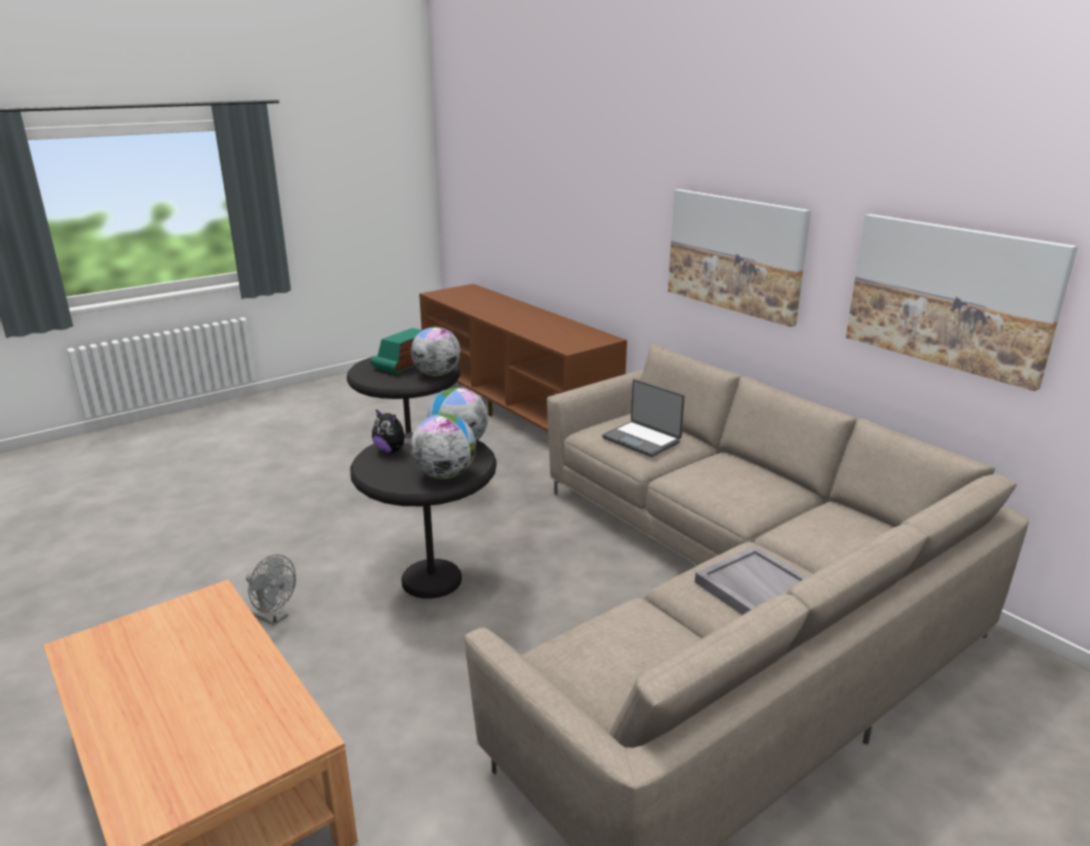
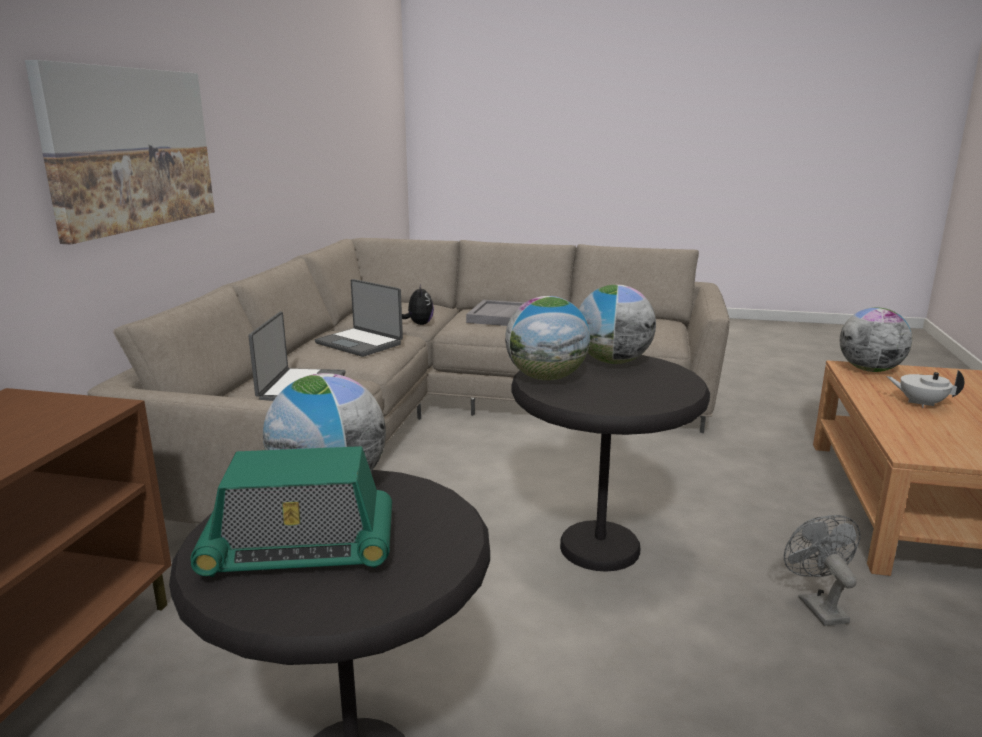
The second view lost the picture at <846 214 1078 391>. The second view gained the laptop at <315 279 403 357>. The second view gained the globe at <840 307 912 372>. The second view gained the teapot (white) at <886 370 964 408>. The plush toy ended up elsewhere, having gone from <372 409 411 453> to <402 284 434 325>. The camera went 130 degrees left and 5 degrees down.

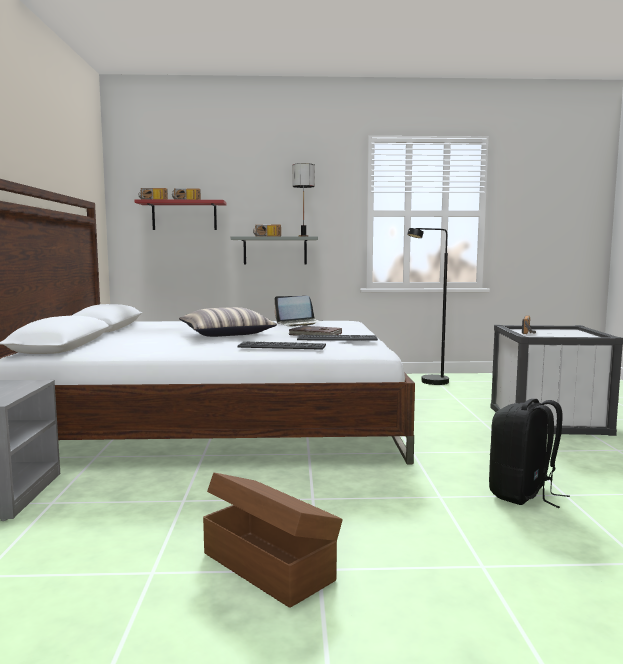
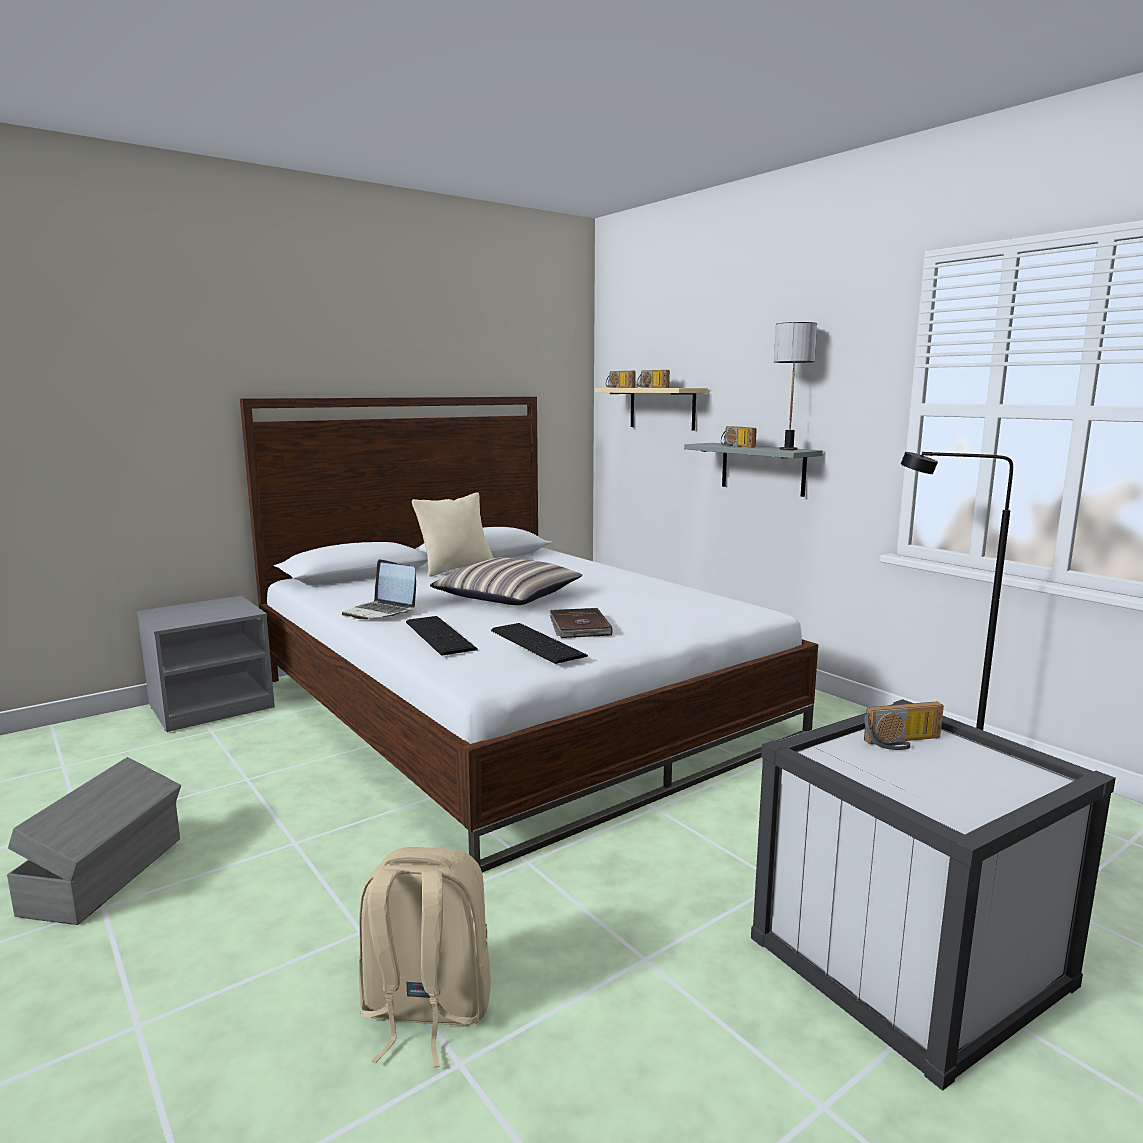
The second view gained the pillow (beige) at <412 492 493 577>. The laptop ended up elsewhere, having gone from <274 296 320 327> to <342 559 416 620>. What was the shelf (red) at <134 199 227 230> turned into the shelf (beige) at <595 388 708 431>. What was the storage box (brown) at <203 473 343 608> turned into the storage box (grey) at <7 757 181 925>. What was the backpack (black) at <489 399 570 508> turned into the backpack (beige) at <358 847 491 1068>. The camera went 55 degrees right and 5 degrees up.

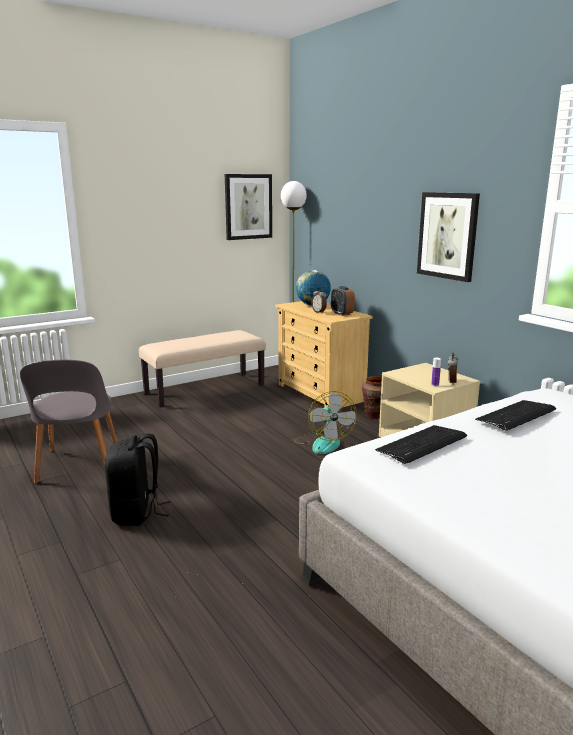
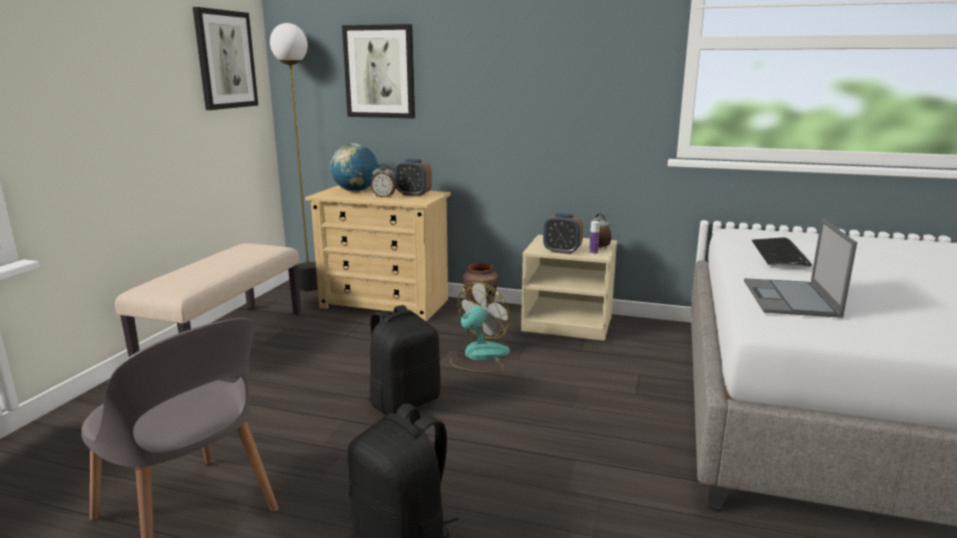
The second view gained the backpack (black) at <369 305 441 415>. The second view gained the alarm clock at <543 213 583 254>. The picture ended up elsewhere, having gone from <417 192 480 282> to <342 24 415 118>. Where the keyboard stood at <375 425 467 464>, the laptop came to stand at <744 218 857 318>. The fan at <294 391 357 454> ended up facing another way, 90 degrees counterclockwise from before. The camera went 40 degrees left and 0 degrees up.

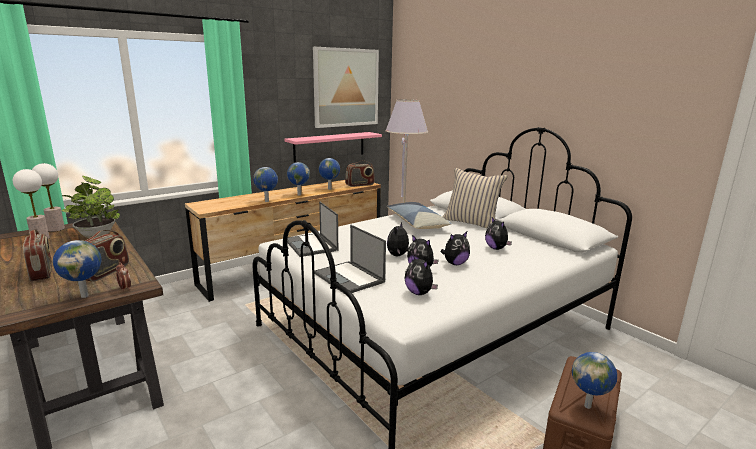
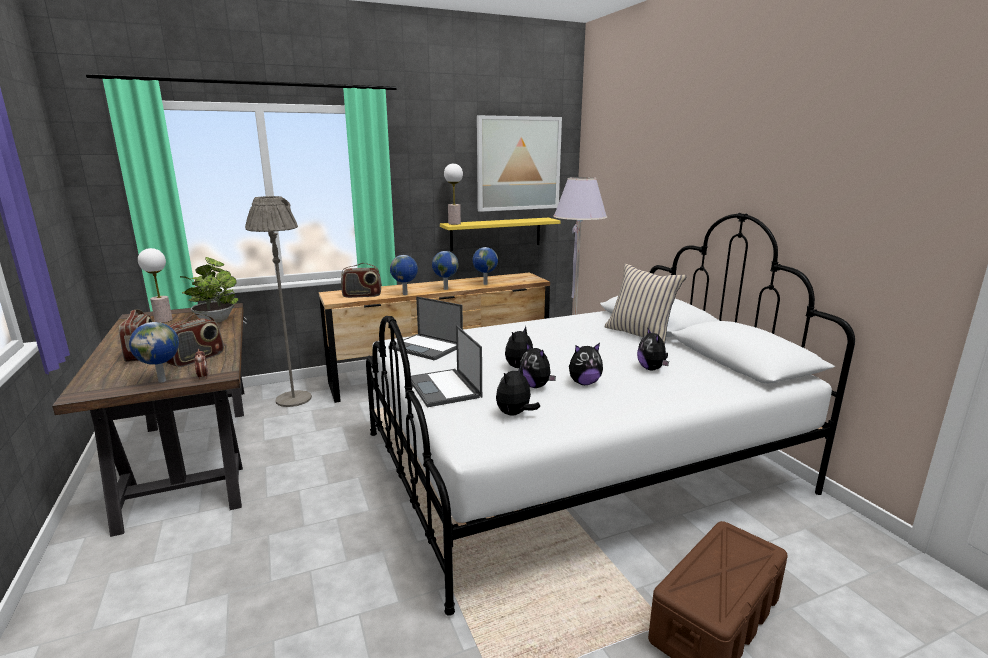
The second view lost the pillow at <387 202 452 229>. The second view lost the globe at <572 352 617 409>. The second view gained the floor lamp (grey) at <245 196 312 407>. The table lamp ended up elsewhere, having gone from <32 163 65 232> to <444 163 463 225>. The radio ended up elsewhere, having gone from <345 160 375 187> to <341 263 382 298>. What was the shelf (pink) at <285 132 382 162> turned into the shelf (yellow) at <440 218 560 251>. The laptop at <287 201 338 257> ended up facing another way, 45 degrees counterclockwise from before. The plush toy at <405 255 438 295> ended up facing another way, 60 degrees clockwise from before. The camera went 15 degrees right and 0 degrees up.

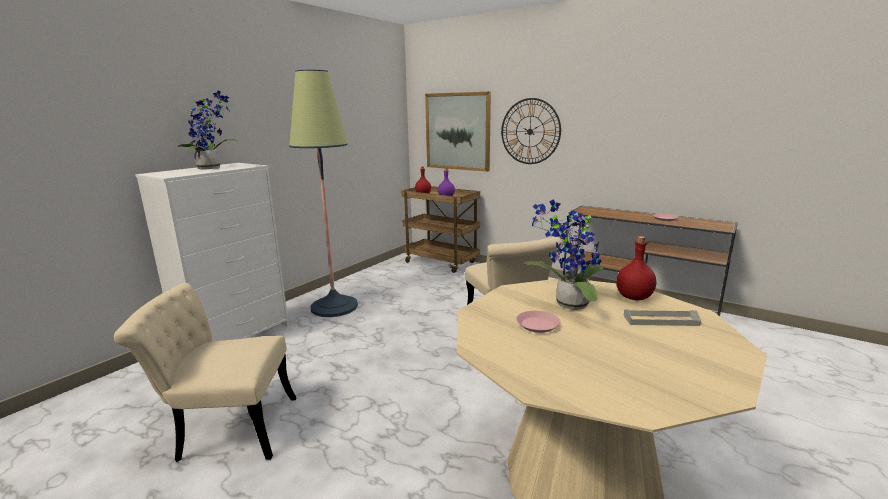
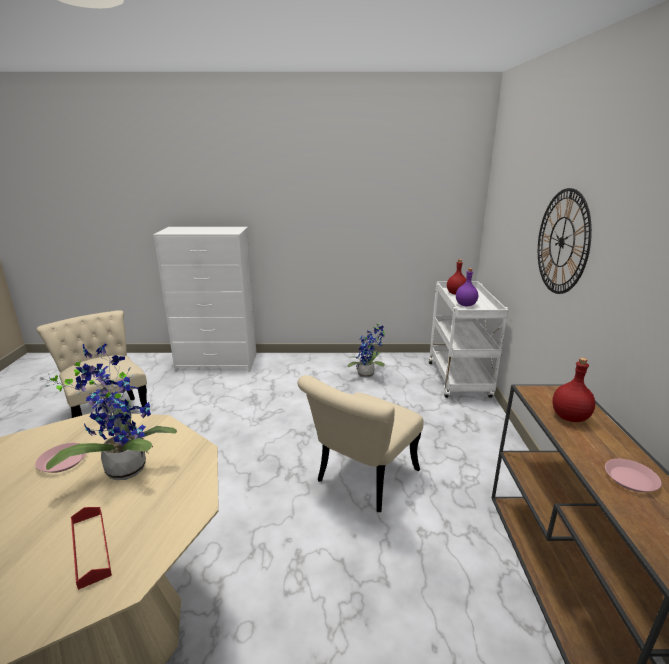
The second view lost the floor lamp at <289 70 358 317>. The second view lost the picture at <425 92 491 172>. The potted plant ended up elsewhere, having gone from <177 91 239 170> to <347 323 385 378>. The bottle (red) ended up elsewhere, having gone from <616 236 656 301> to <552 357 595 422>. What was the cart (brown) at <401 186 480 273> turned into the cart (white) at <429 282 508 398>. What was the tray (grey) at <624 309 701 326> turned into the tray (red) at <71 507 112 590>. The camera went 55 degrees right and 5 degrees up.

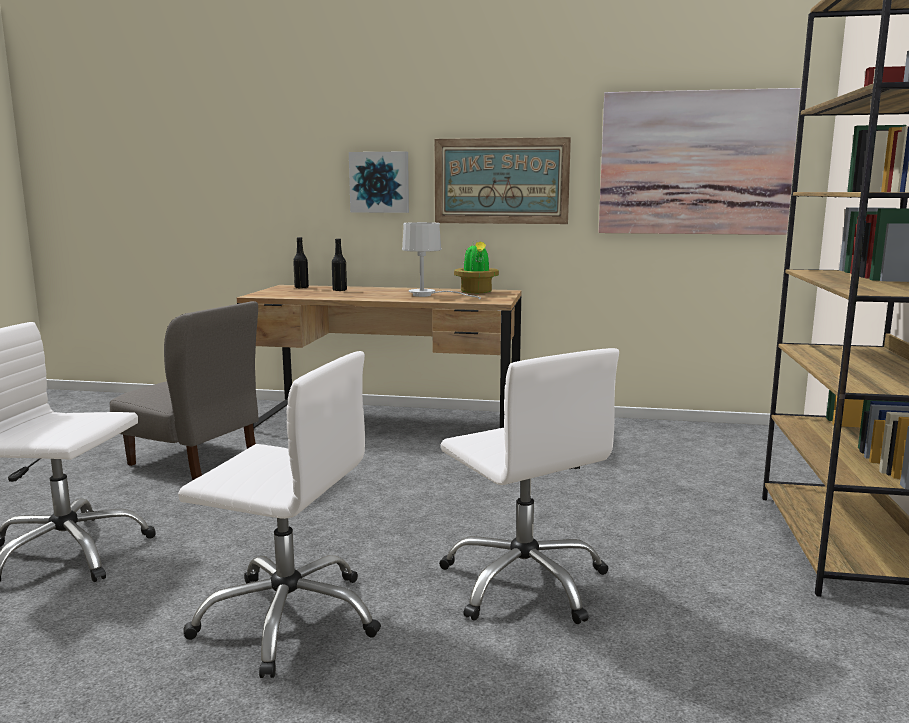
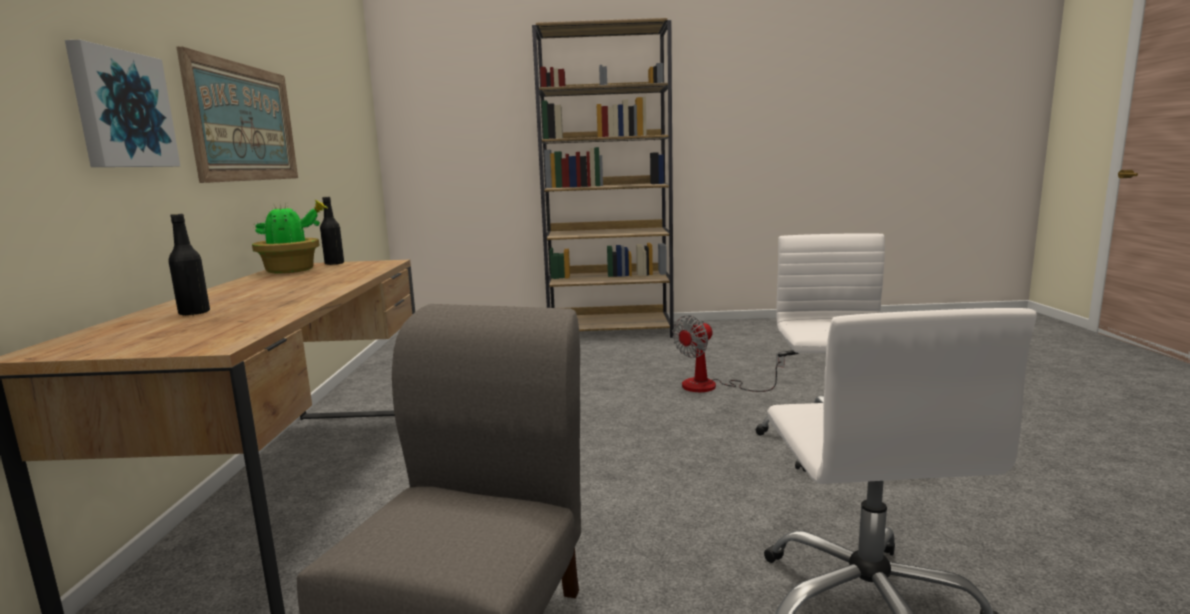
The second view lost the table lamp (white) at <402 222 481 299>. The second view lost the picture at <599 88 801 235>. The bottle (black) ended up elsewhere, having gone from <293 237 309 289> to <320 197 344 265>. Where the office chair (white) stood at <439 348 619 624>, the fan came to stand at <672 315 785 392>. The camera went 100 degrees left and 0 degrees up.

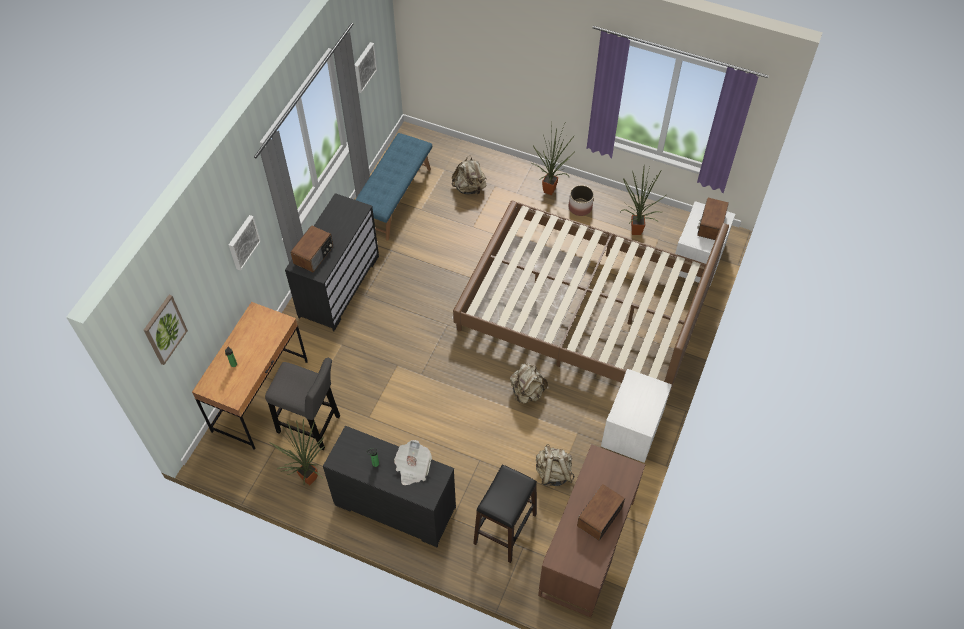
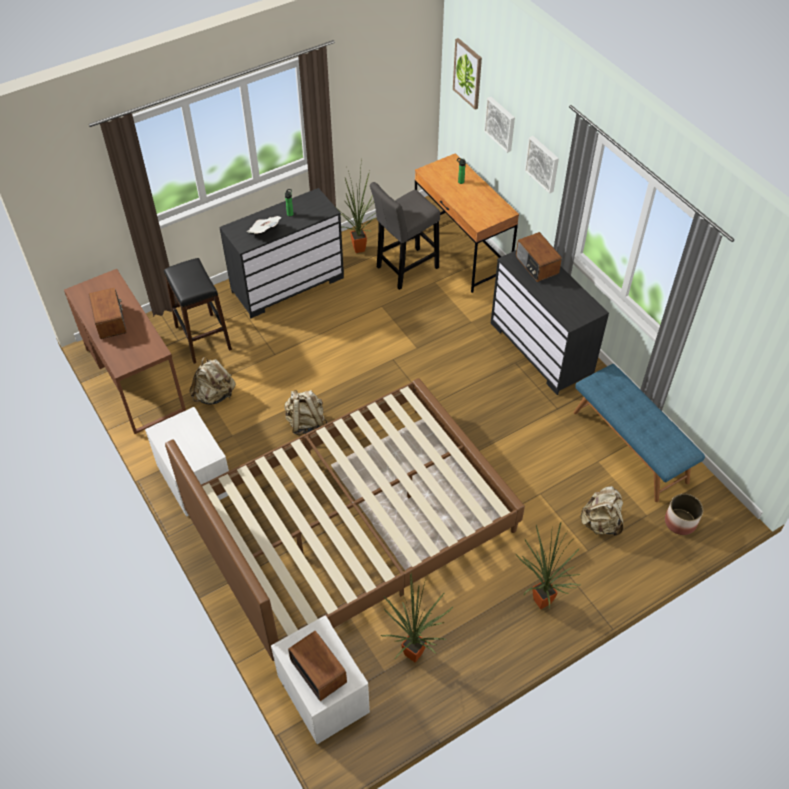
The picture ended up elsewhere, having gone from <355 42 377 93> to <484 97 515 153>. The planter ended up elsewhere, having gone from <569 185 594 216> to <665 494 703 535>. The camera went 125 degrees right and 5 degrees down.

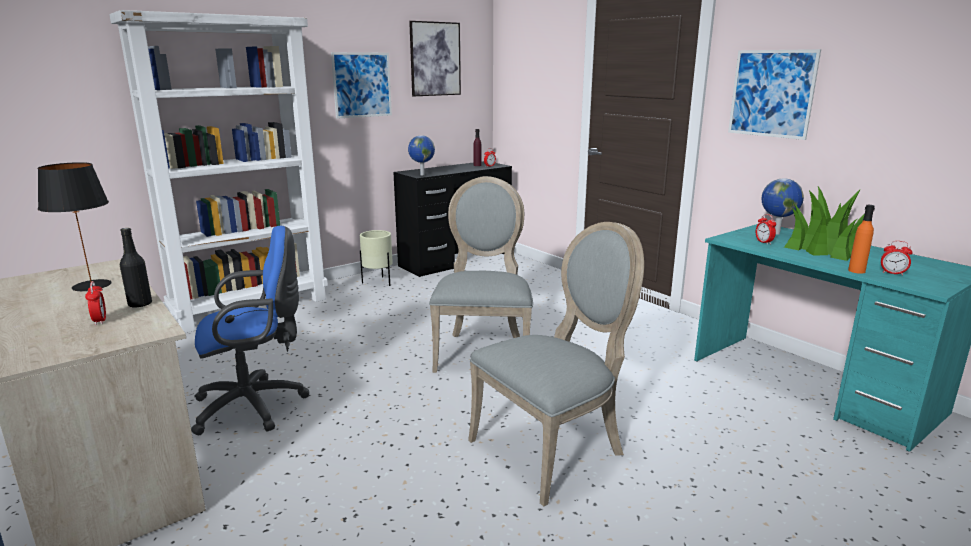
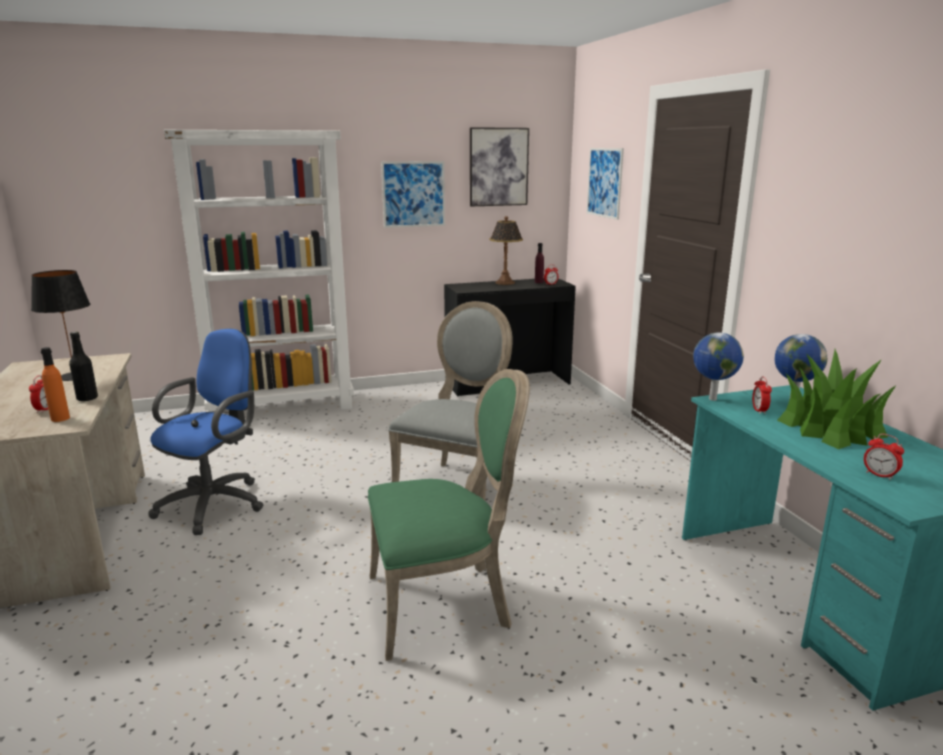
The second view lost the planter (beige) at <360 230 393 286>. The second view gained the table lamp at <489 216 523 285>. The globe ended up elsewhere, having gone from <408 135 435 175> to <693 332 744 401>. The picture ended up elsewhere, having gone from <728 49 821 140> to <586 148 624 220>. The bottle (orange) ended up elsewhere, having gone from <848 205 875 274> to <41 347 70 422>. What was the chair (grey) at <468 222 644 507> turned into the chair (green) at <368 369 530 661>. The office chair (blue) at <191 226 310 435> ended up facing another way, 60 degrees counterclockwise from before. The camera went 20 degrees right and 0 degrees up.

